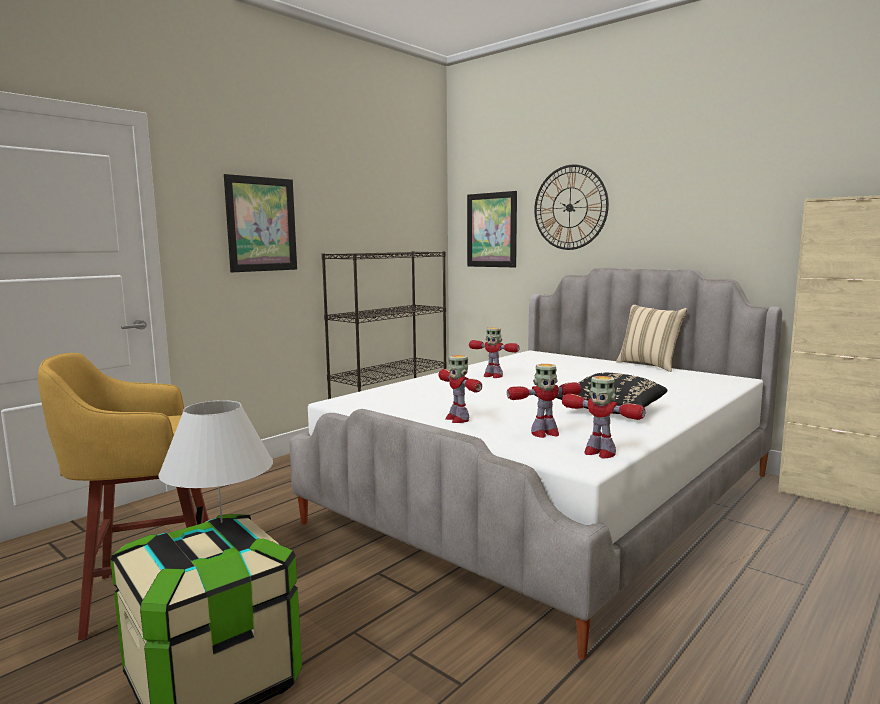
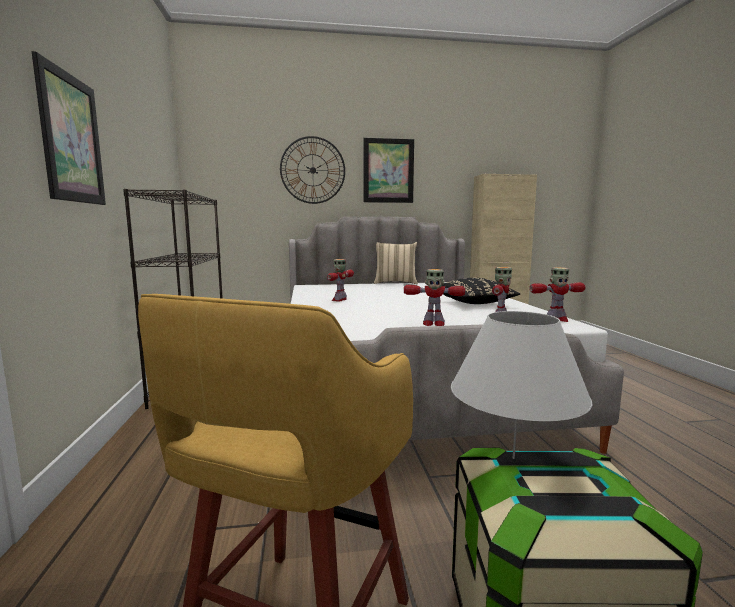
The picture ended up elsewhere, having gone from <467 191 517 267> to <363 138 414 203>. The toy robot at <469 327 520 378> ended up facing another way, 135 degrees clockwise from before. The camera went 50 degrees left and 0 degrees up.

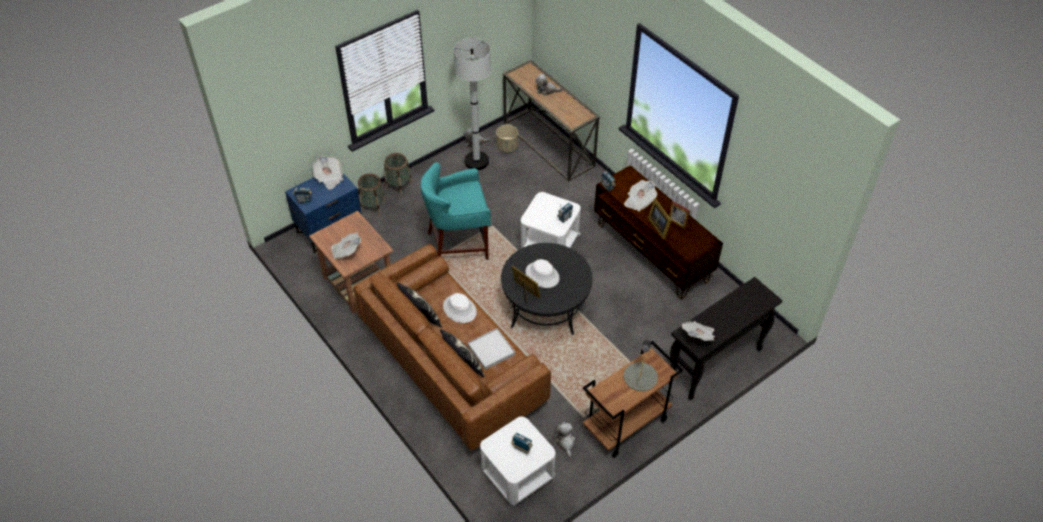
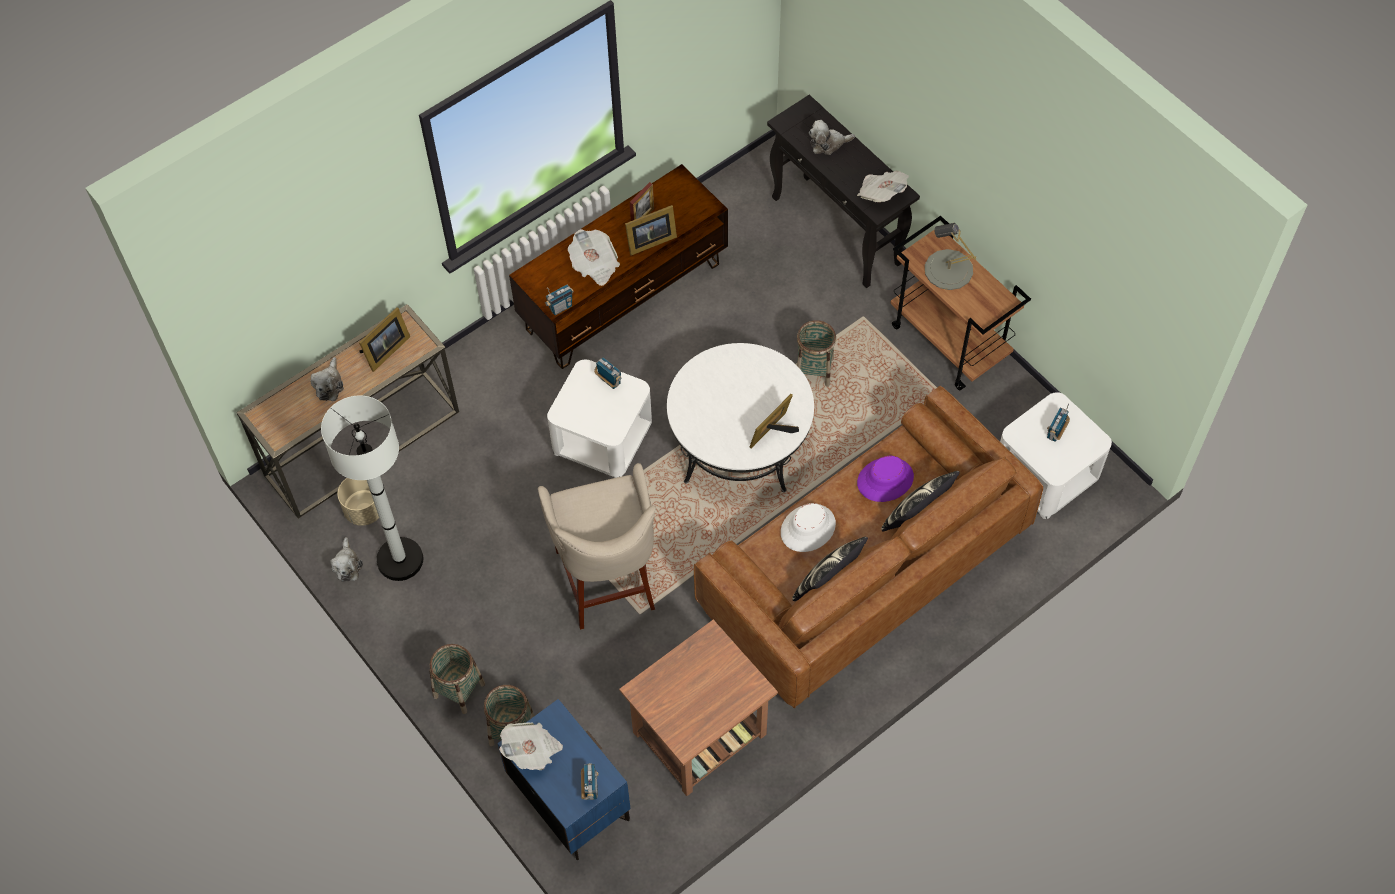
The second view lost the newspaper at <331 233 361 259>. The second view lost the hat (white) at <526 259 560 288>. The second view gained the picture frame at <359 307 410 372>. The second view gained the basket at <797 320 836 387>. The plush toy ended up elsewhere, having gone from <554 422 575 457> to <809 120 855 155>. Where the tray (white) stood at <468 328 515 370>, the hat (purple) came to stand at <857 456 914 502>. What was the stool (turquoise) at <421 162 491 260> turned into the stool (beige) at <538 463 656 630>. What was the coffee table (black) at <501 243 593 335> turned into the coffee table (white) at <667 343 814 492>. The camera went 90 degrees left and 10 degrees up.

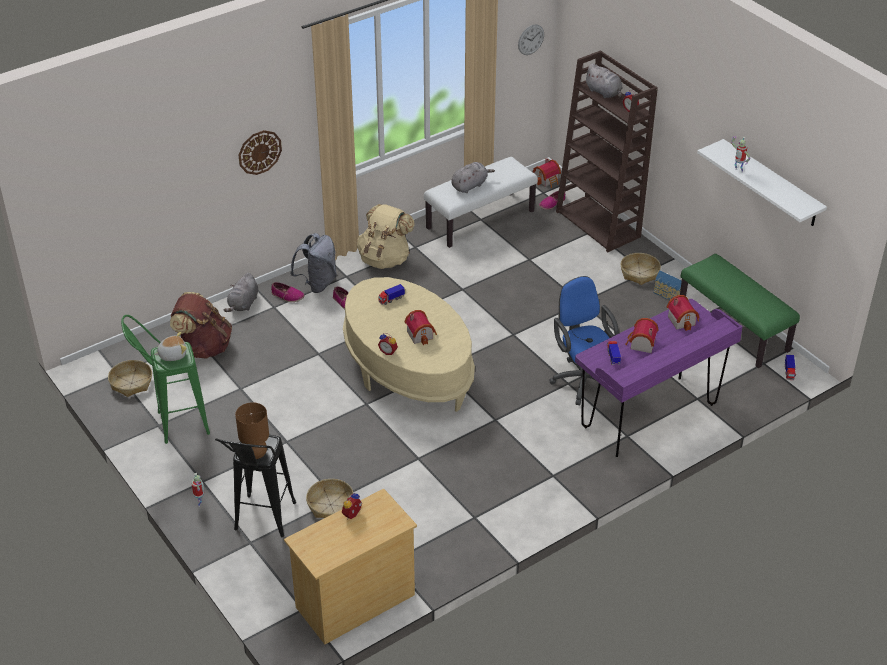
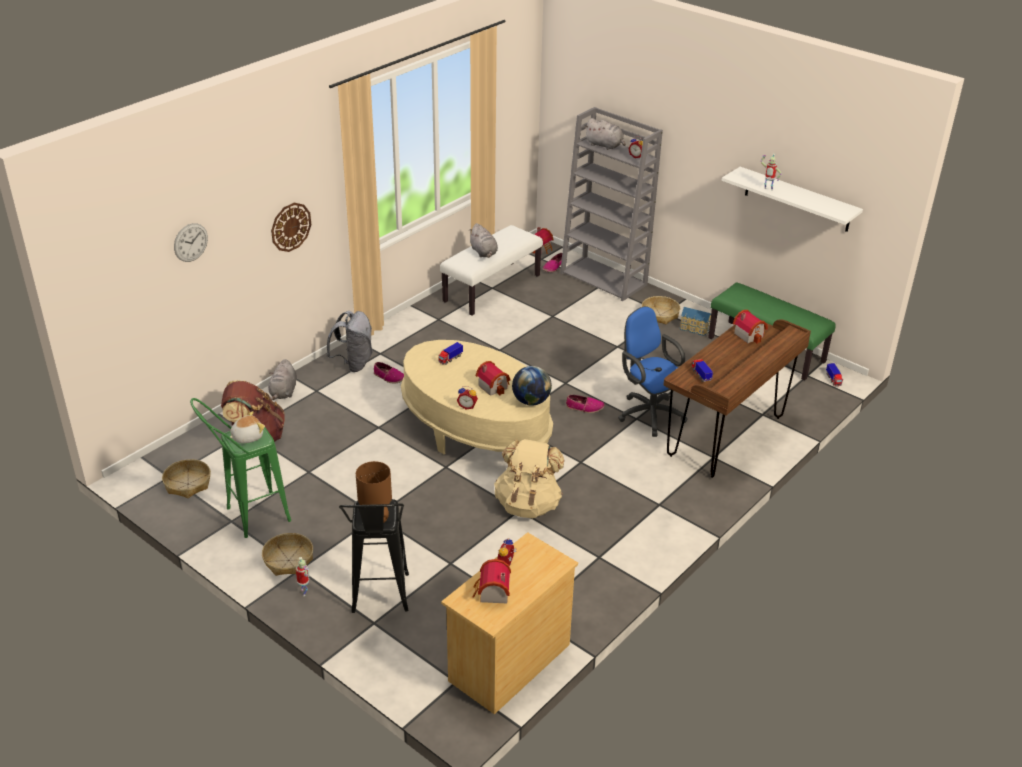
The second view gained the globe at <512 366 552 406>. The shoe ended up elsewhere, having gone from <271 282 305 302> to <566 395 605 413>. The basket ended up elsewhere, having gone from <306 479 353 518> to <262 533 313 576>. The backpack (beige) ended up elsewhere, having gone from <357 204 415 269> to <494 439 564 518>. The wall clock ended up elsewhere, having gone from <518 24 544 55> to <174 223 208 262>. The toy house ended up elsewhere, having gone from <625 318 659 353> to <473 559 511 603>. What was the bookcase (brown) at <556 50 658 253> turned into the bookcase (grey) at <560 107 663 301>. What was the desk (purple) at <575 299 742 457> turned into the desk (brown) at <664 319 811 478>. The plush toy (grey) at <451 162 495 193> ended up facing another way, 120 degrees clockwise from before. The camera went 15 degrees left and 5 degrees down.

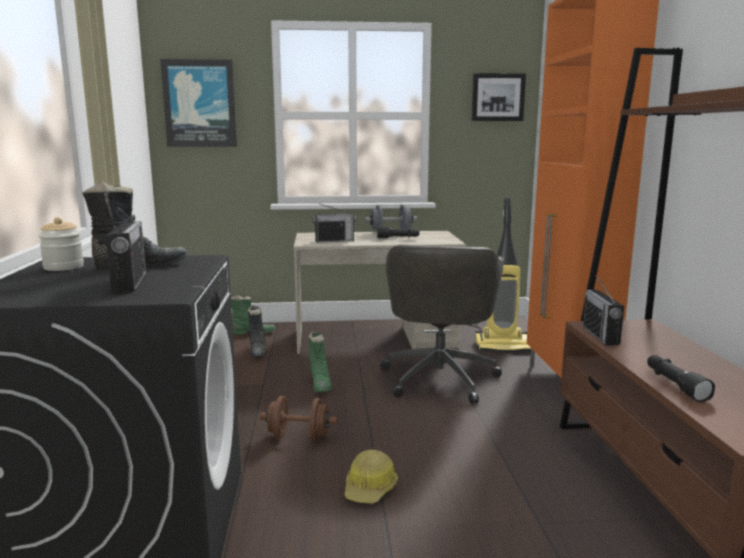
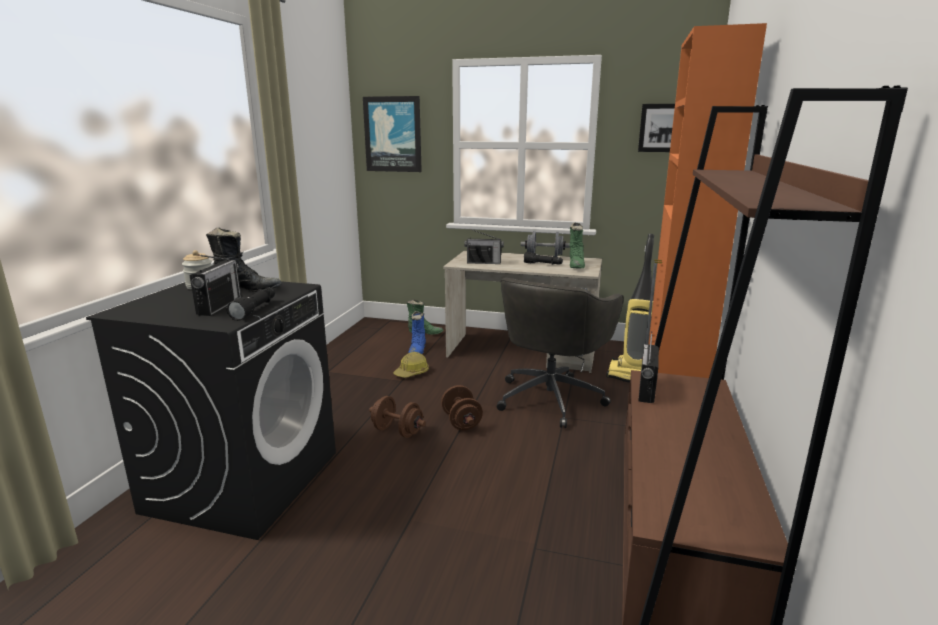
The second view gained the dumbbell (brown) at <441 385 483 430>. The boot (green) ended up elsewhere, having gone from <308 331 332 392> to <569 222 585 268>. The hard hat ended up elsewhere, having gone from <345 450 398 504> to <393 352 429 378>. The flashlight (black) ended up elsewhere, having gone from <647 355 715 402> to <226 287 275 321>. What was the boot (black) at <247 305 267 357> turned into the boot (blue) at <408 311 426 354>. The camera went 20 degrees right and 5 degrees up.

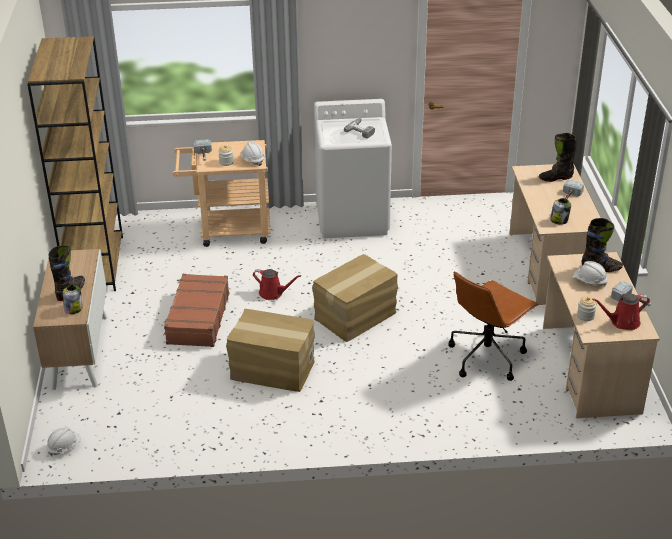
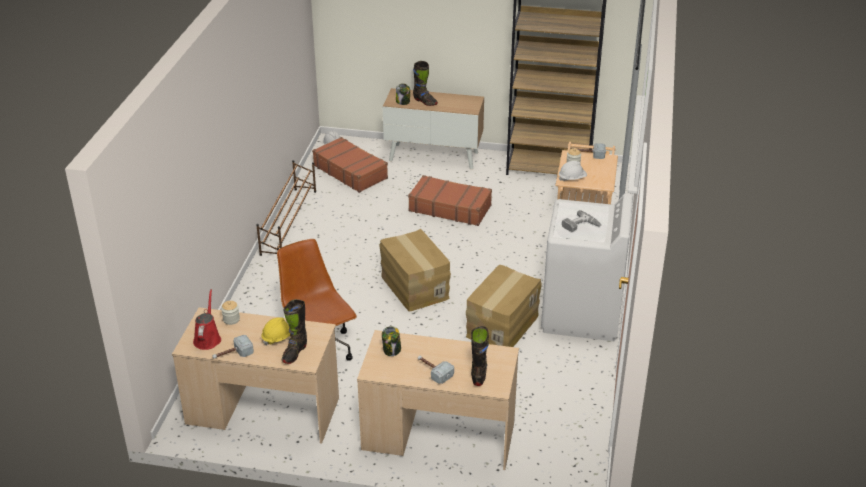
The second view lost the watering can (red) at <253 269 301 300>. The second view gained the shoe rack (brown) at <256 160 316 256>. The second view gained the suitcase (brown) at <312 137 388 193>. The cardboard box ended up elsewhere, having gone from <226 309 315 392> to <466 265 542 347>. What was the hard hat (white) at <574 261 608 286> turned into the hard hat (yellow) at <261 317 290 345>. The camera went 105 degrees right and 0 degrees up.

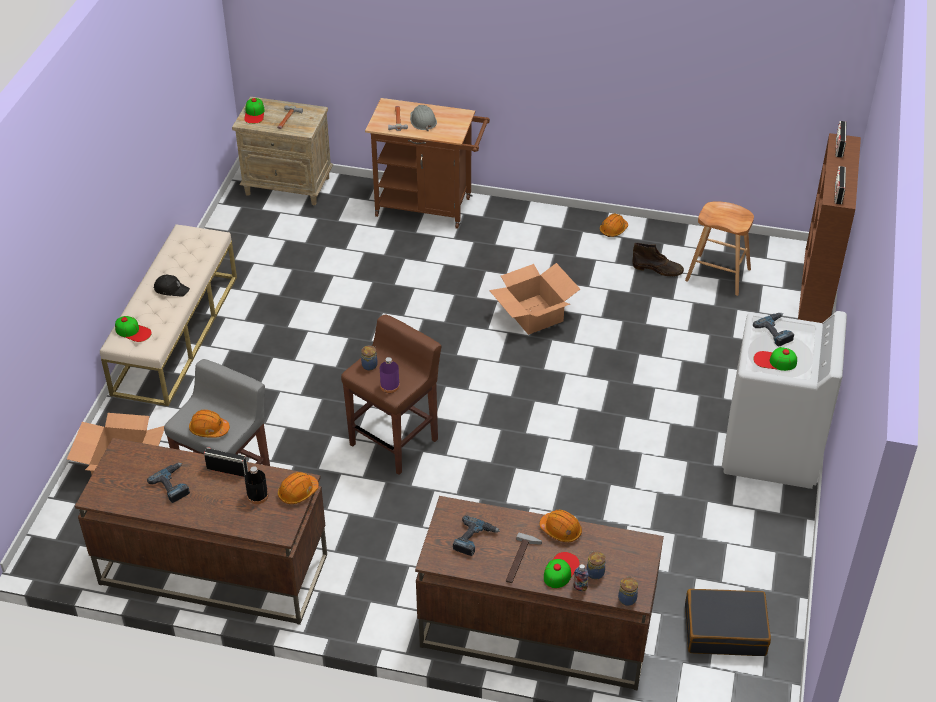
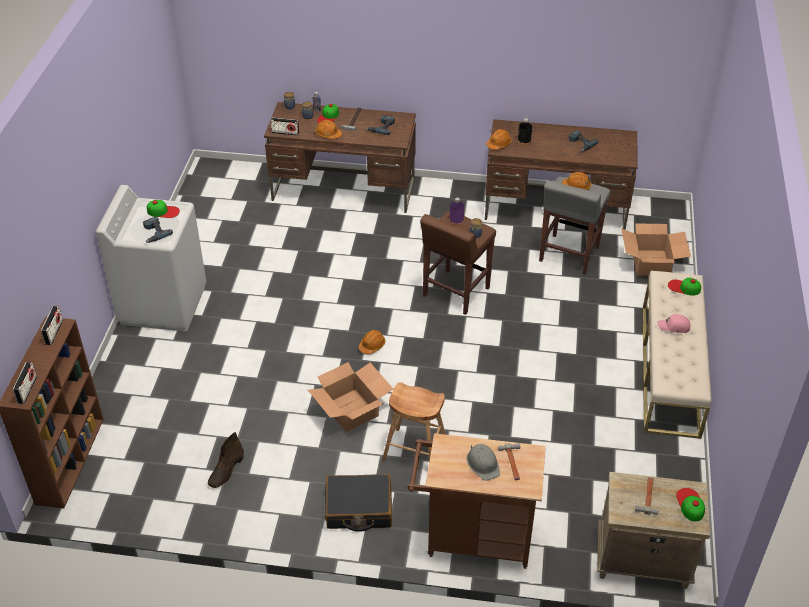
The radio ended up elsewhere, having gone from <204 447 248 477> to <271 117 299 136>. The hard hat (orange) ended up elsewhere, having gone from <600 214 628 237> to <359 330 385 354>. The stool (brown) ended up elsewhere, having gone from <685 201 754 296> to <382 382 446 462>. The suitcase (black) ended up elsewhere, having gone from <685 589 771 656> to <325 474 392 532>. What was the cap (black) at <153 275 190 297> turned into the cap (pink) at <657 314 691 333>. The boot (brown) at <632 243 684 277> ended up facing another way, 75 degrees counterclockwise from before. The camera went 175 degrees right and 0 degrees up.

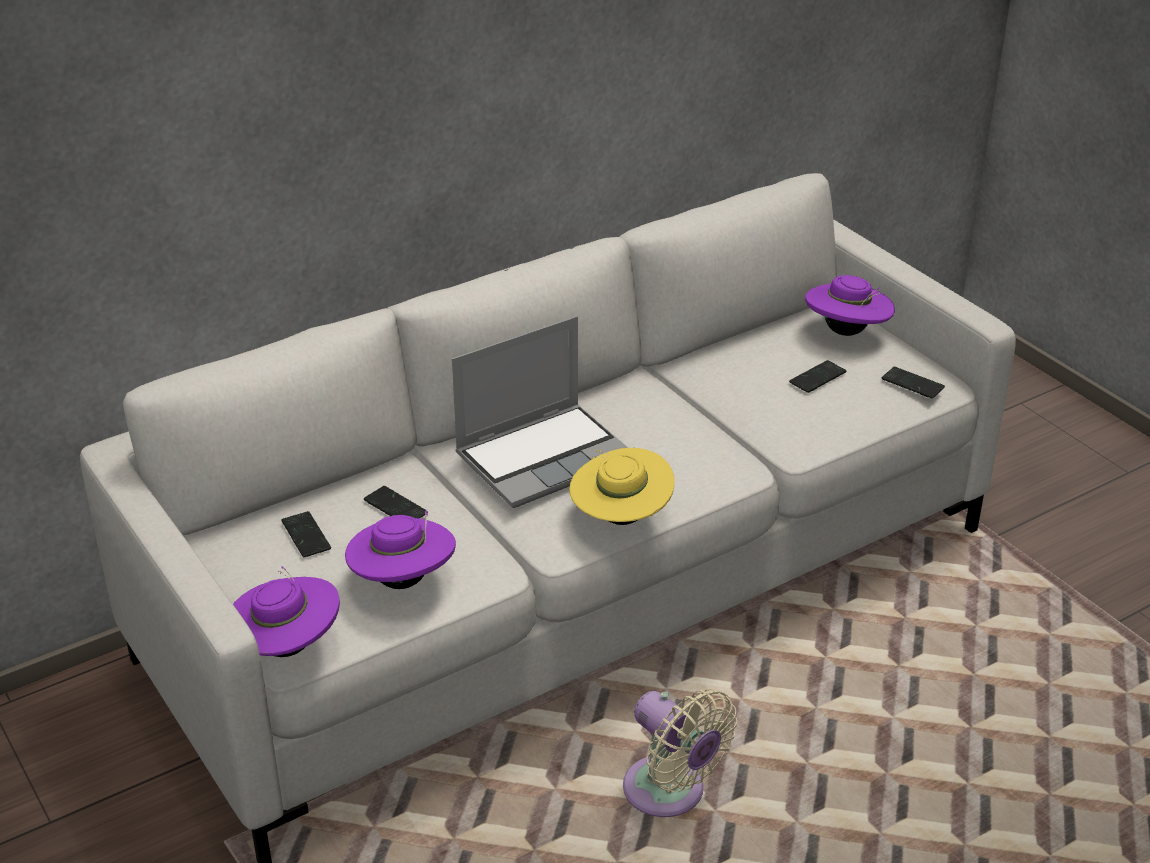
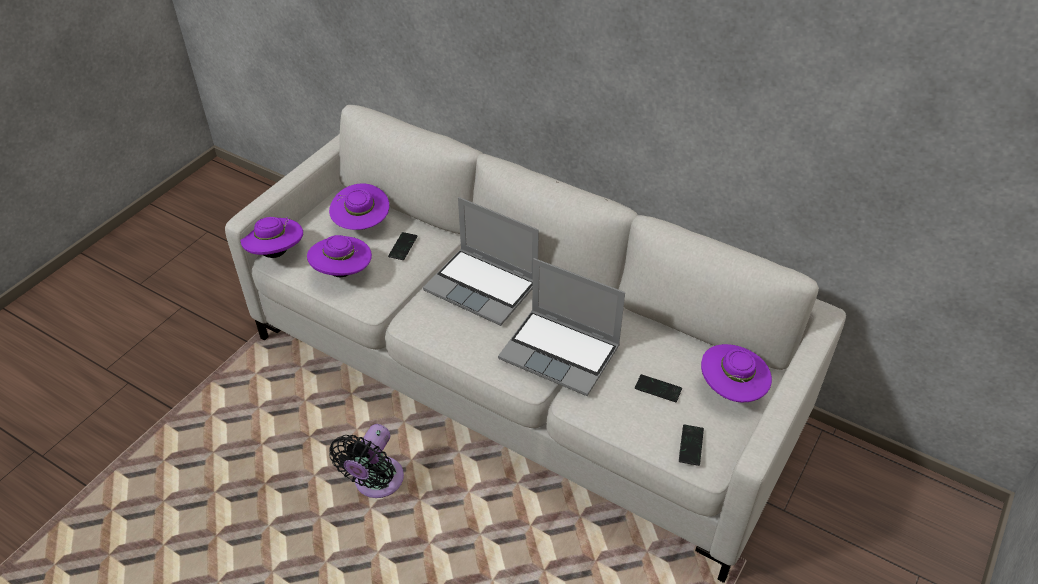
The second view lost the hat (yellow) at <569 448 675 525>. The second view gained the laptop at <498 258 625 396>. Where the phone stood at <282 511 331 557>, the hat (purple) came to stand at <329 184 389 230>. What was the fan (beige) at <623 689 737 817> turned into the fan (black) at <329 424 404 498>. The camera went 65 degrees right and 10 degrees up.

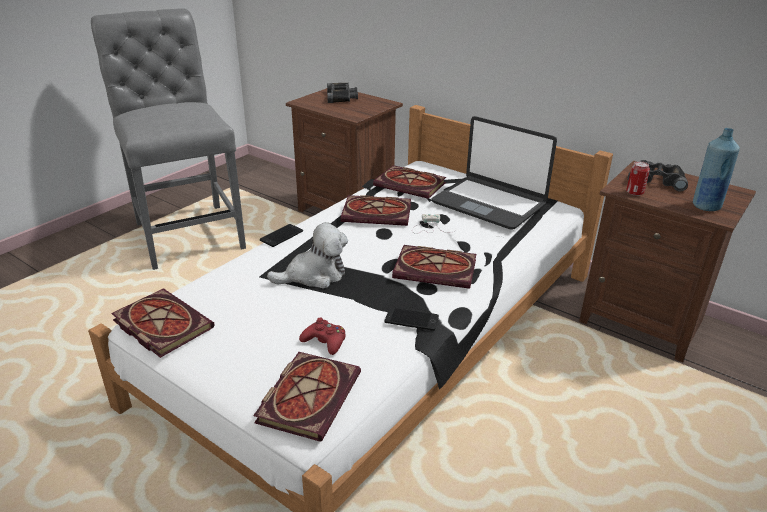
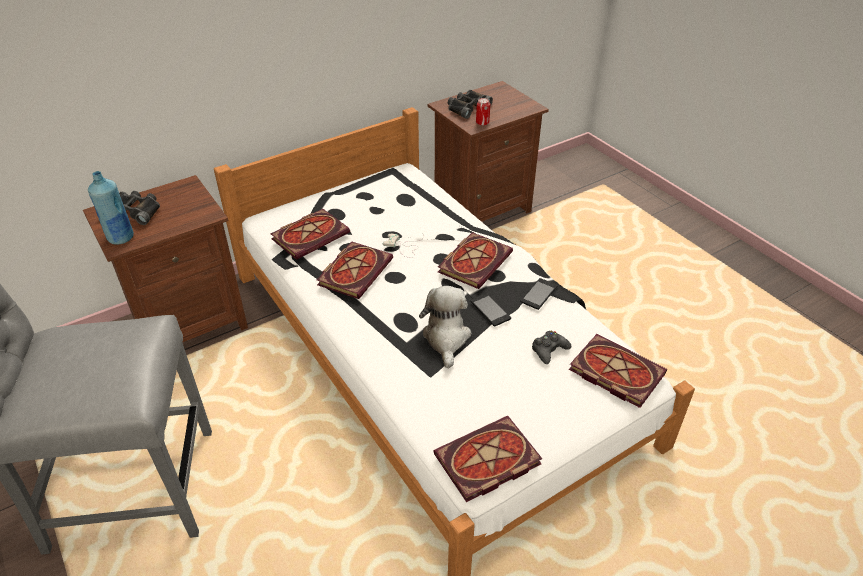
The second view lost the laptop at <431 116 557 229>. The phone ended up elsewhere, having gone from <260 224 303 247> to <470 293 511 327>. The bottle (blue) ended up elsewhere, having gone from <693 128 740 211> to <88 171 134 245>. What was the game controller (red) at <299 318 346 355> turned into the game controller (black) at <532 331 571 364>. The camera went 70 degrees left and 10 degrees up.

